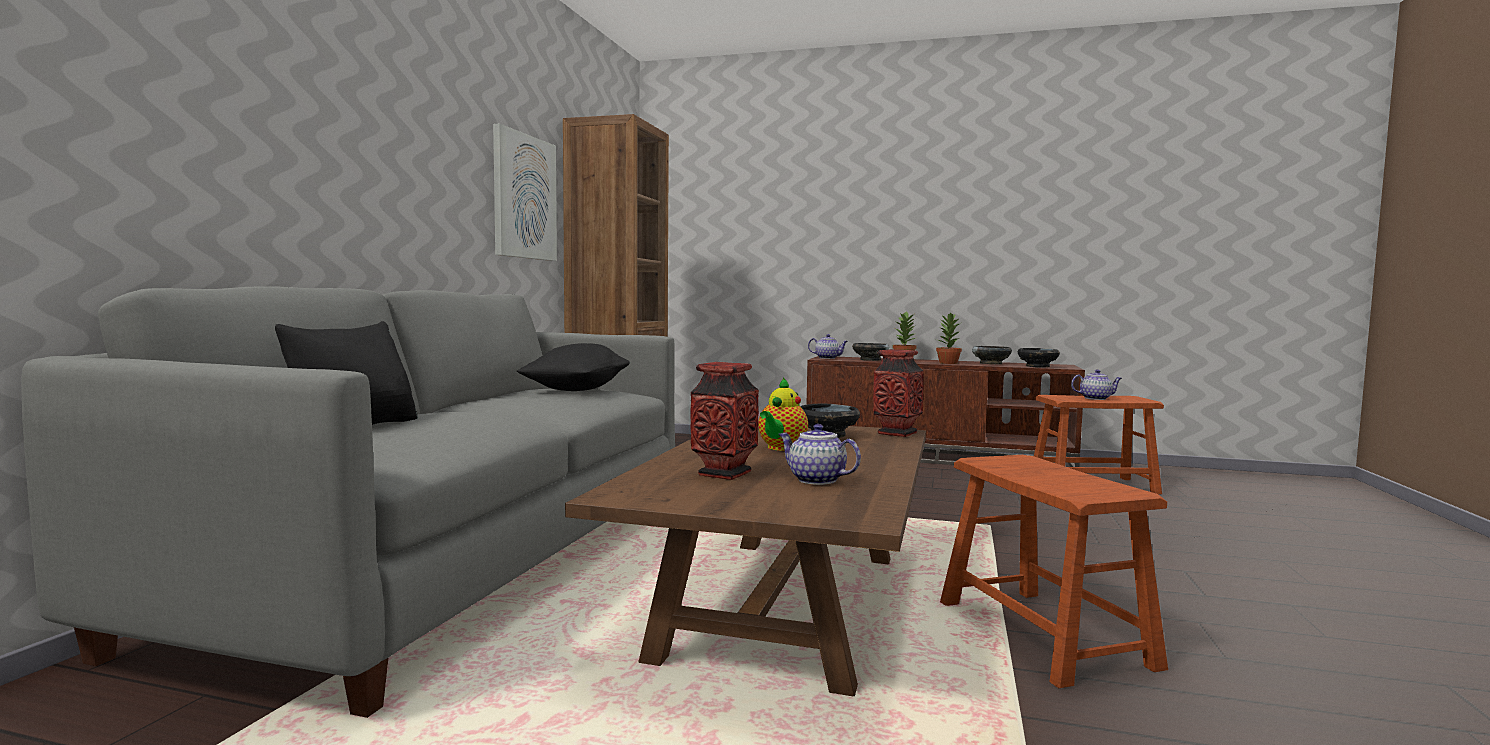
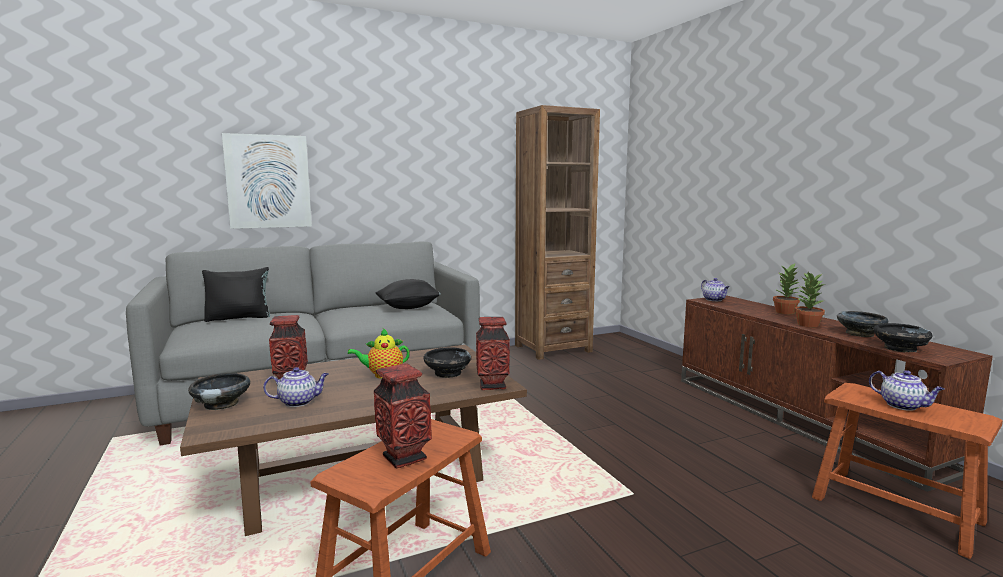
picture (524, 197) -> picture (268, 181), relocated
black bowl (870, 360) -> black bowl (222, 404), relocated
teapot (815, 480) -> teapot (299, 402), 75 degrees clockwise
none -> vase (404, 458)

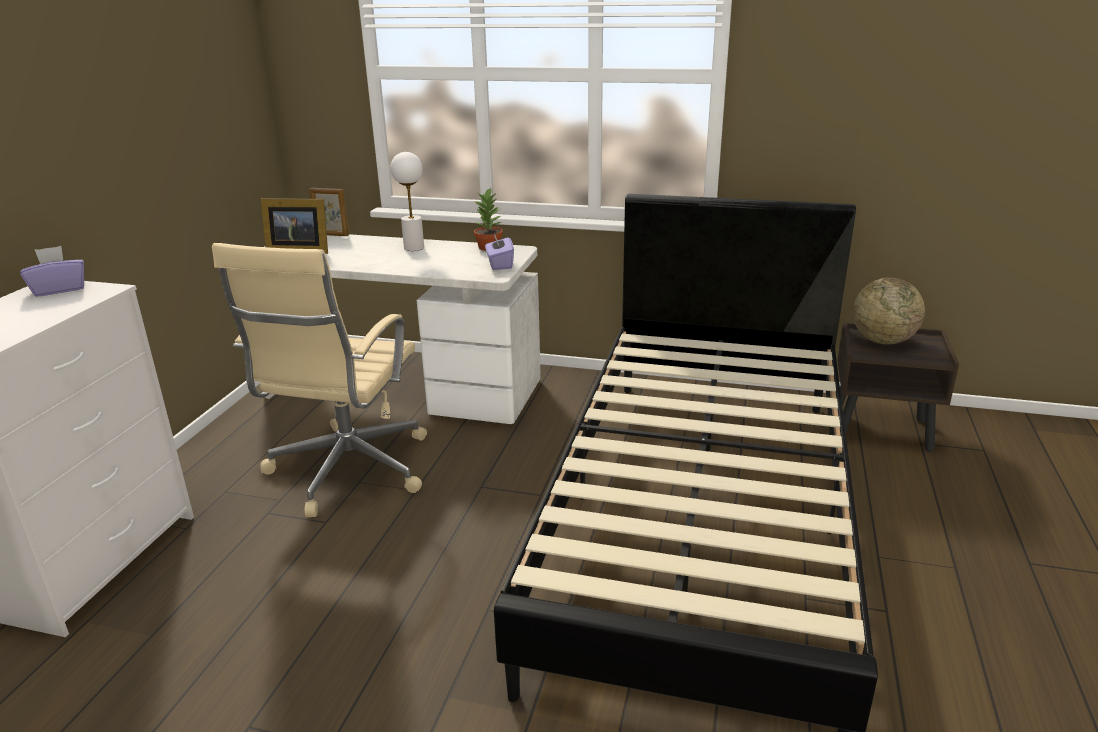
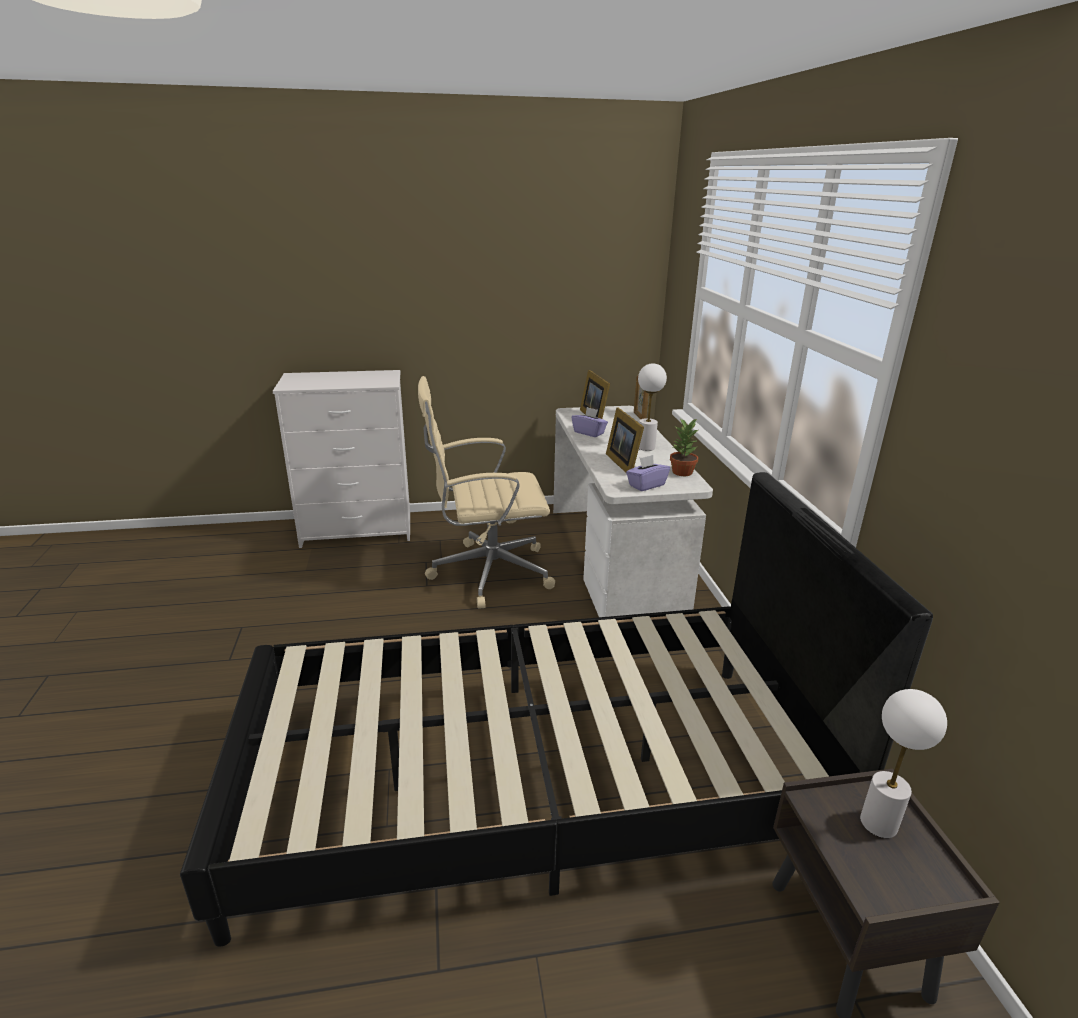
purple tissue box (59, 289) -> purple tissue box (589, 433), relocated
globe (882, 341) -> white table lamp (878, 822)
none -> picture frame (624, 463)

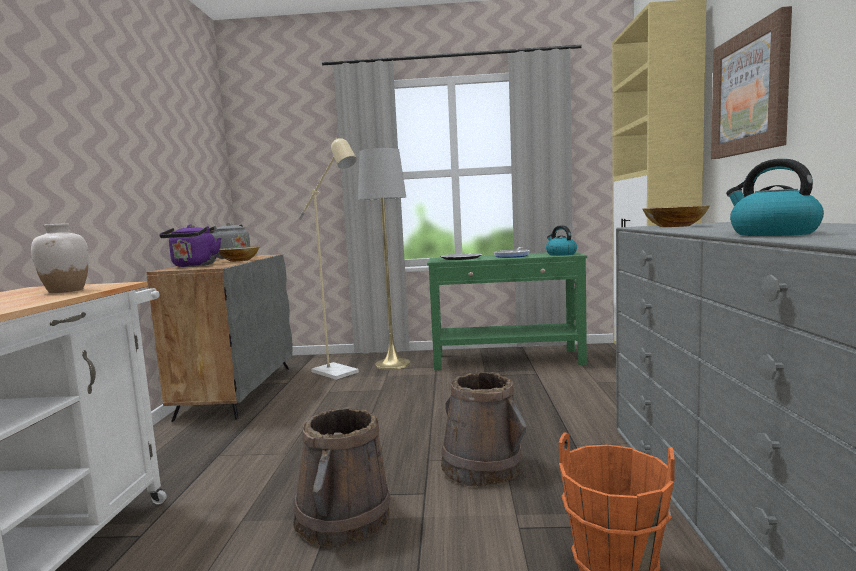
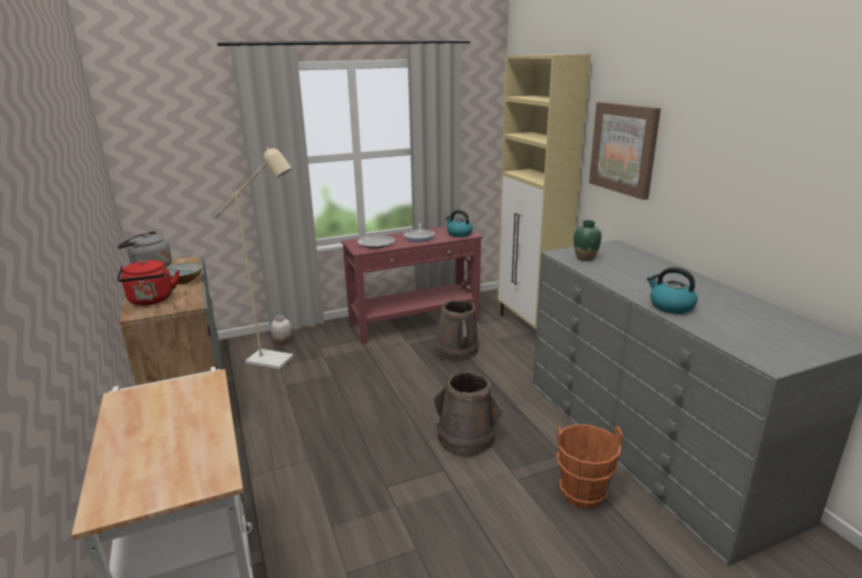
grey floor lamp (392, 364) -> none
bowl (674, 226) -> green vase (585, 258)
white vase (66, 291) -> white vase (283, 342), relocated
purple kettle (193, 266) -> red kettle (151, 300)
green console table (507, 360) -> red console table (415, 322)
brown bucket (343, 519) -> brown bucket (456, 350), relocated

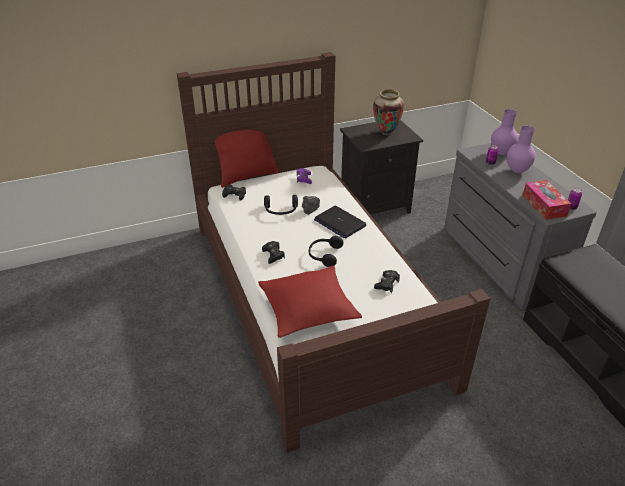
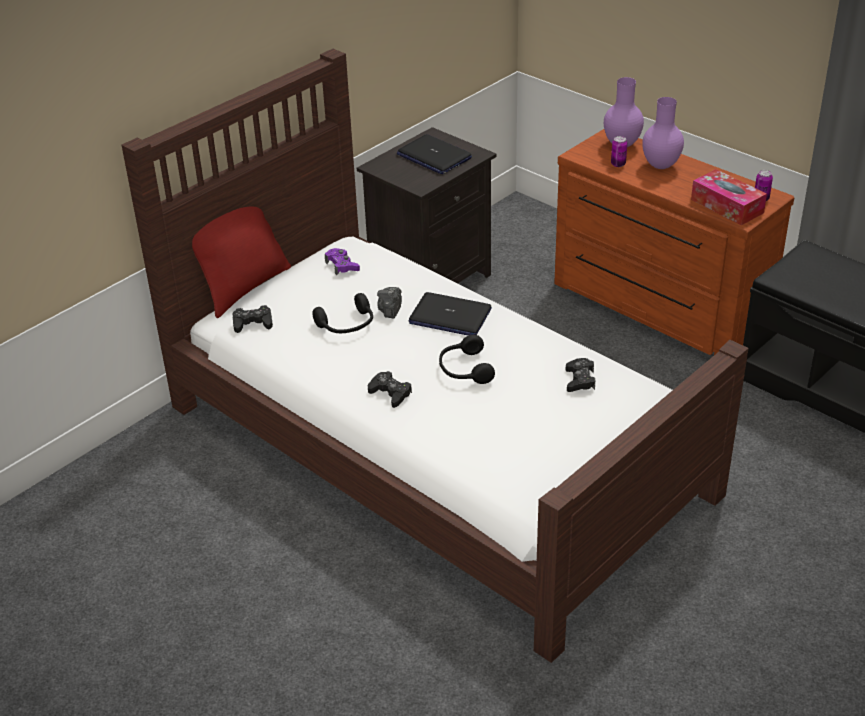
vase (386, 132) -> laptop (433, 156)
grey dresser (497, 260) -> brown dresser (656, 307)
red pillow (308, 308) -> none

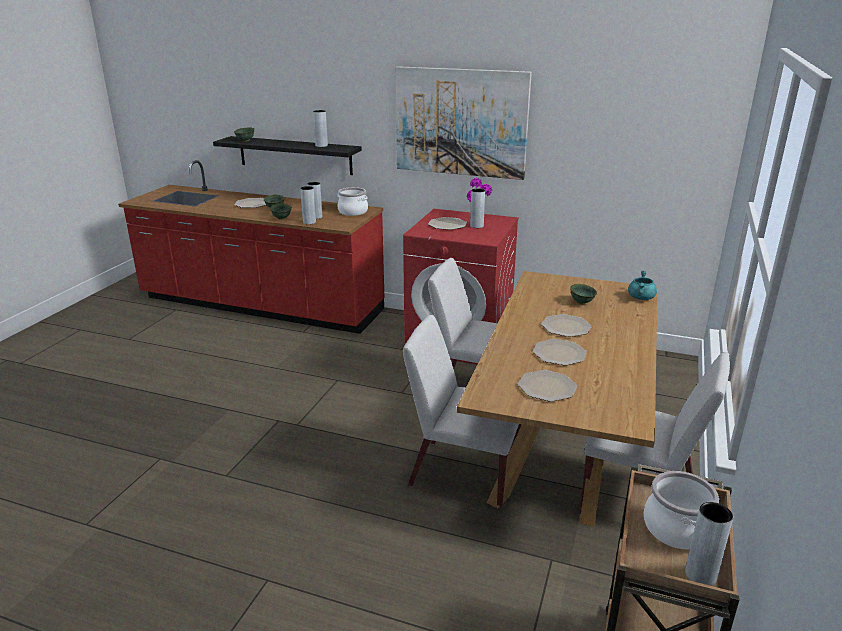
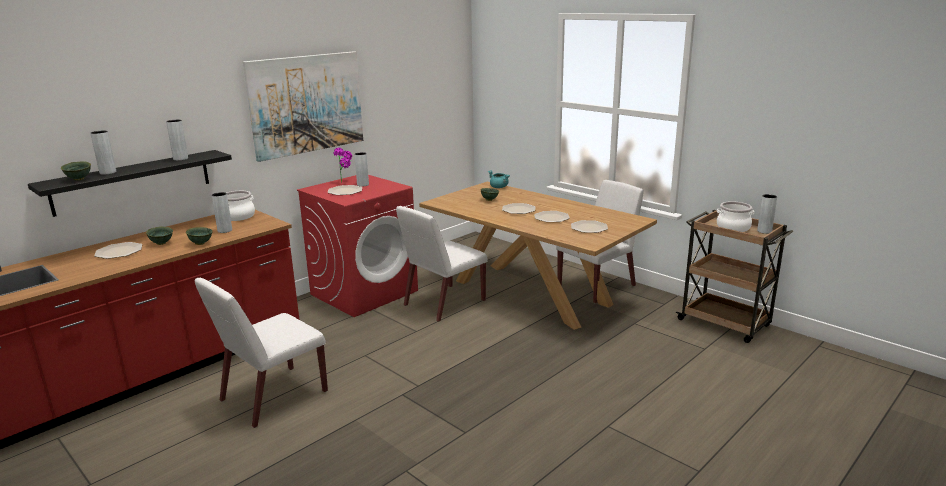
grey vase (309, 222) -> grey vase (108, 172), relocated
white chair (462, 472) -> white chair (272, 396), relocated

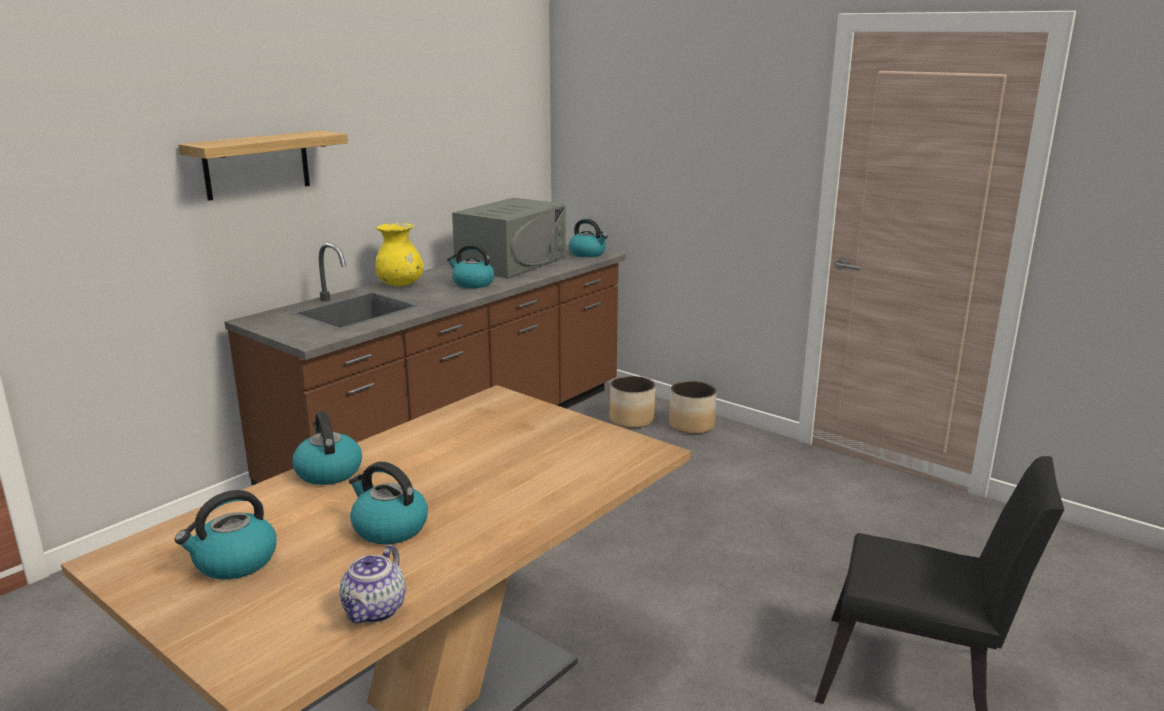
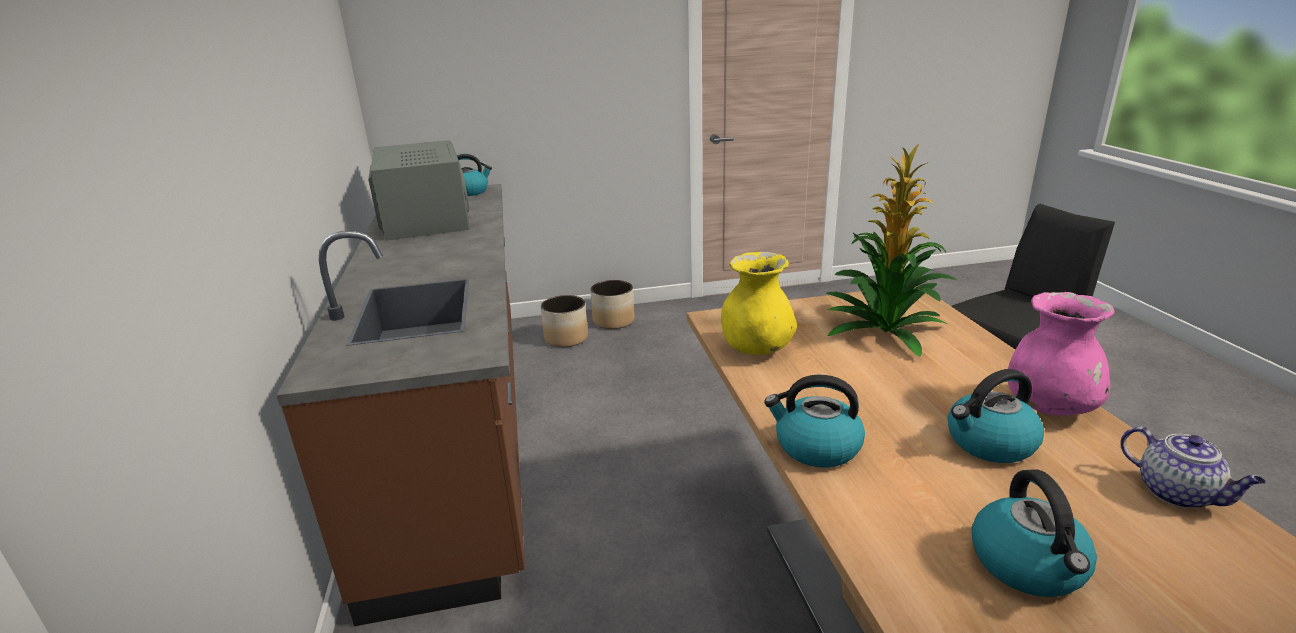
shelf (257, 165) -> none
yellow vase (400, 285) -> yellow vase (756, 349), relocated
kettle (472, 283) -> none
none -> potted plant (885, 329)
none -> pink vase (1049, 406)

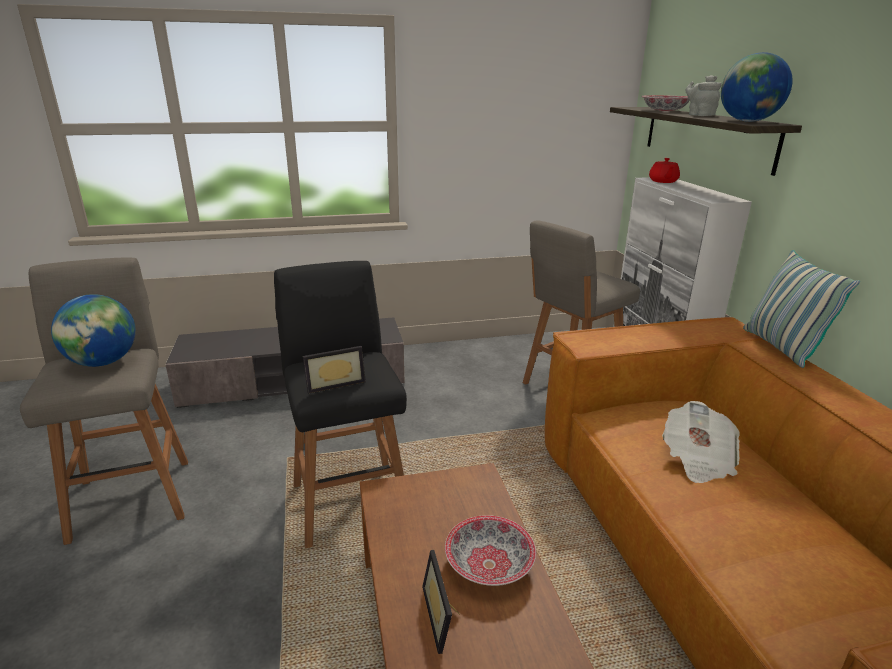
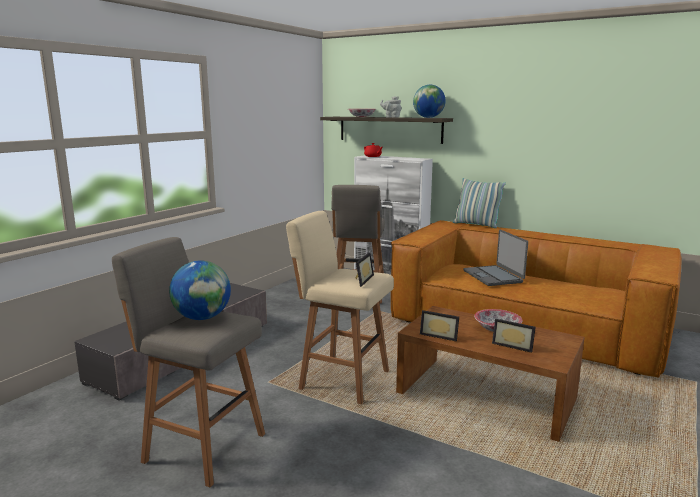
black stool (349, 499) -> beige stool (341, 379)
newspaper (697, 459) -> laptop (493, 276)
none -> picture frame (439, 335)

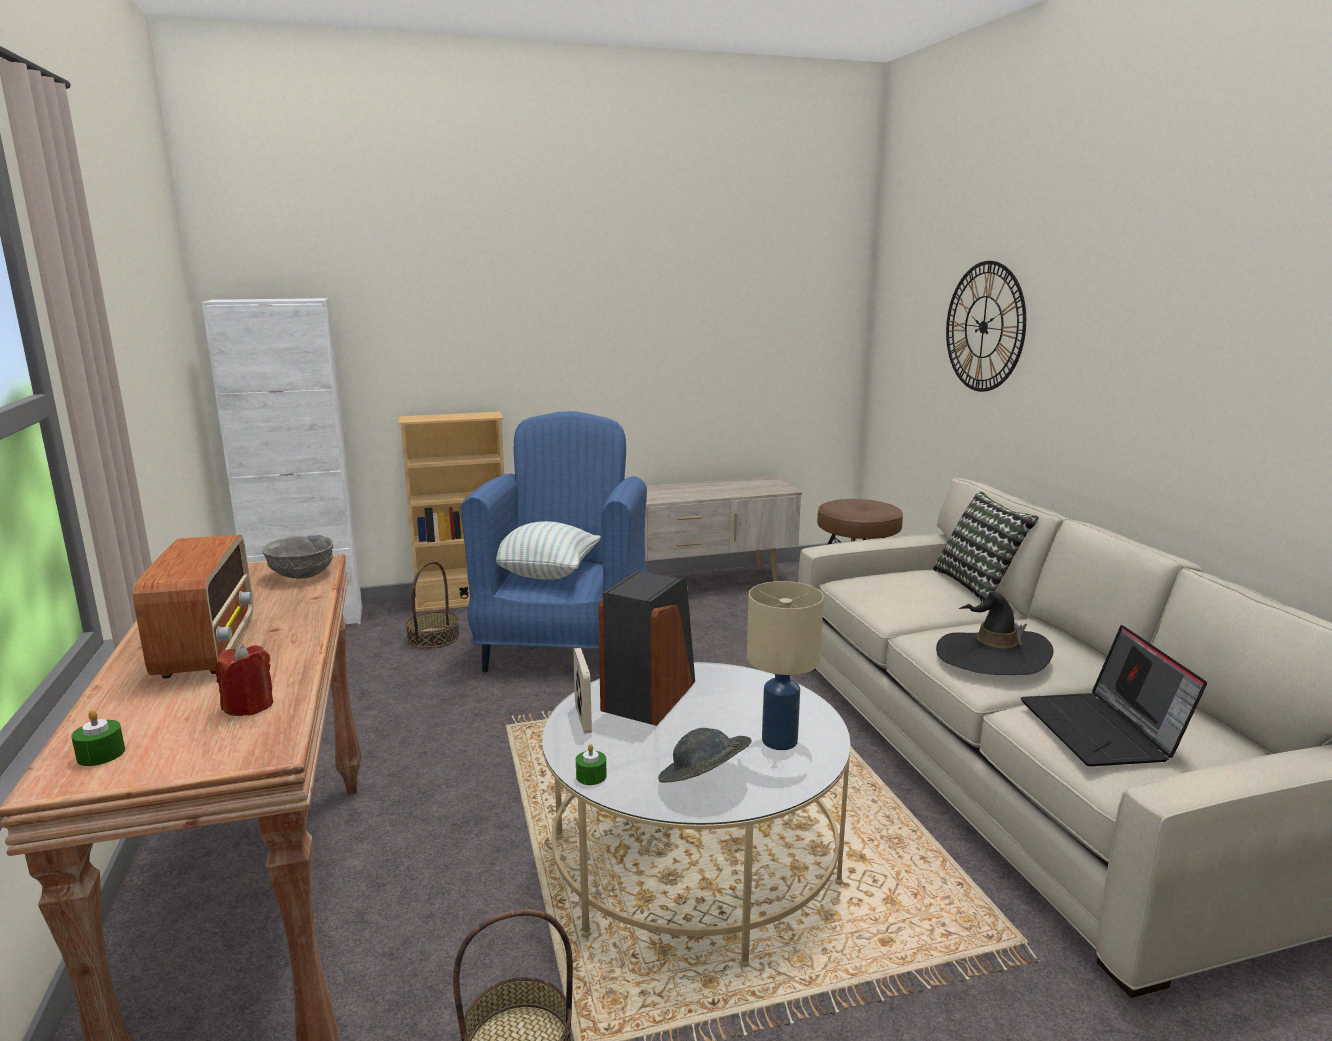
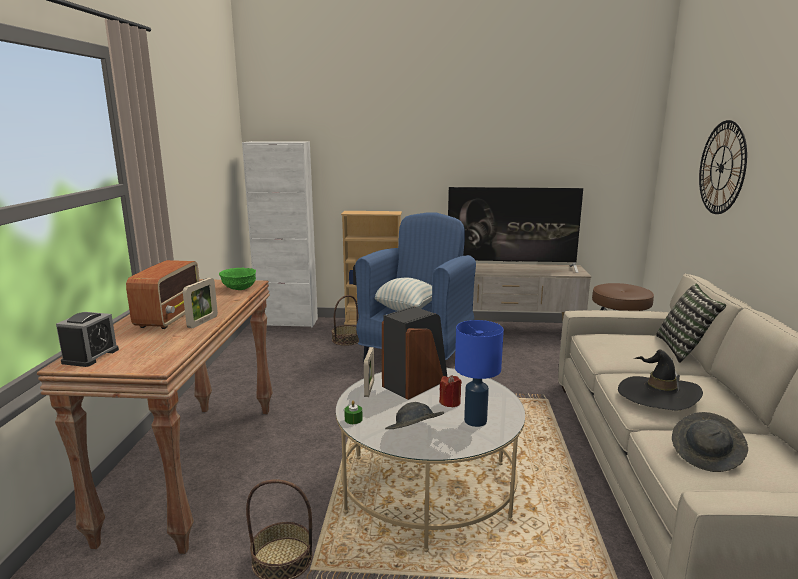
grey bowl (302, 574) -> green bowl (239, 288)
beige table lamp (778, 741) -> blue table lamp (474, 421)
laptop (1103, 731) -> grey hat (707, 455)
red candle (249, 706) -> red candle (450, 402), relocated
green candle (101, 754) -> alarm clock (90, 356)
none -> television (510, 268)
none -> picture frame (202, 322)

